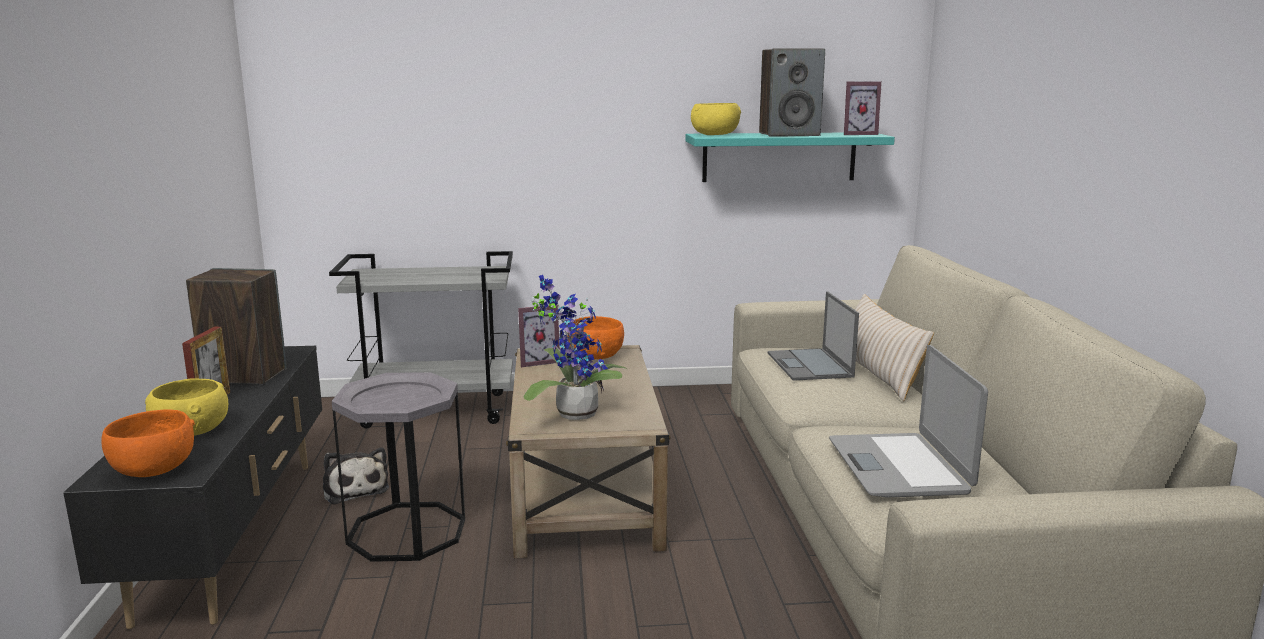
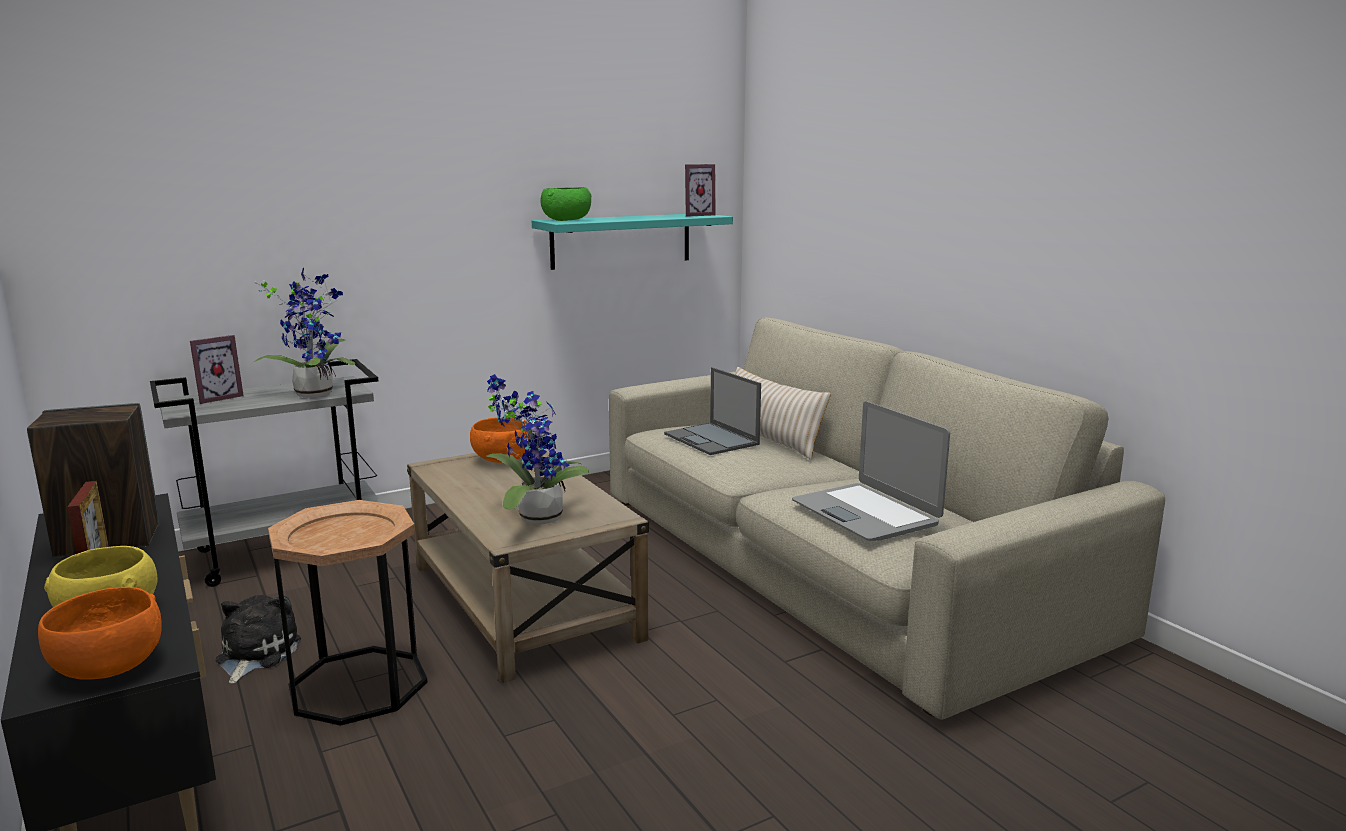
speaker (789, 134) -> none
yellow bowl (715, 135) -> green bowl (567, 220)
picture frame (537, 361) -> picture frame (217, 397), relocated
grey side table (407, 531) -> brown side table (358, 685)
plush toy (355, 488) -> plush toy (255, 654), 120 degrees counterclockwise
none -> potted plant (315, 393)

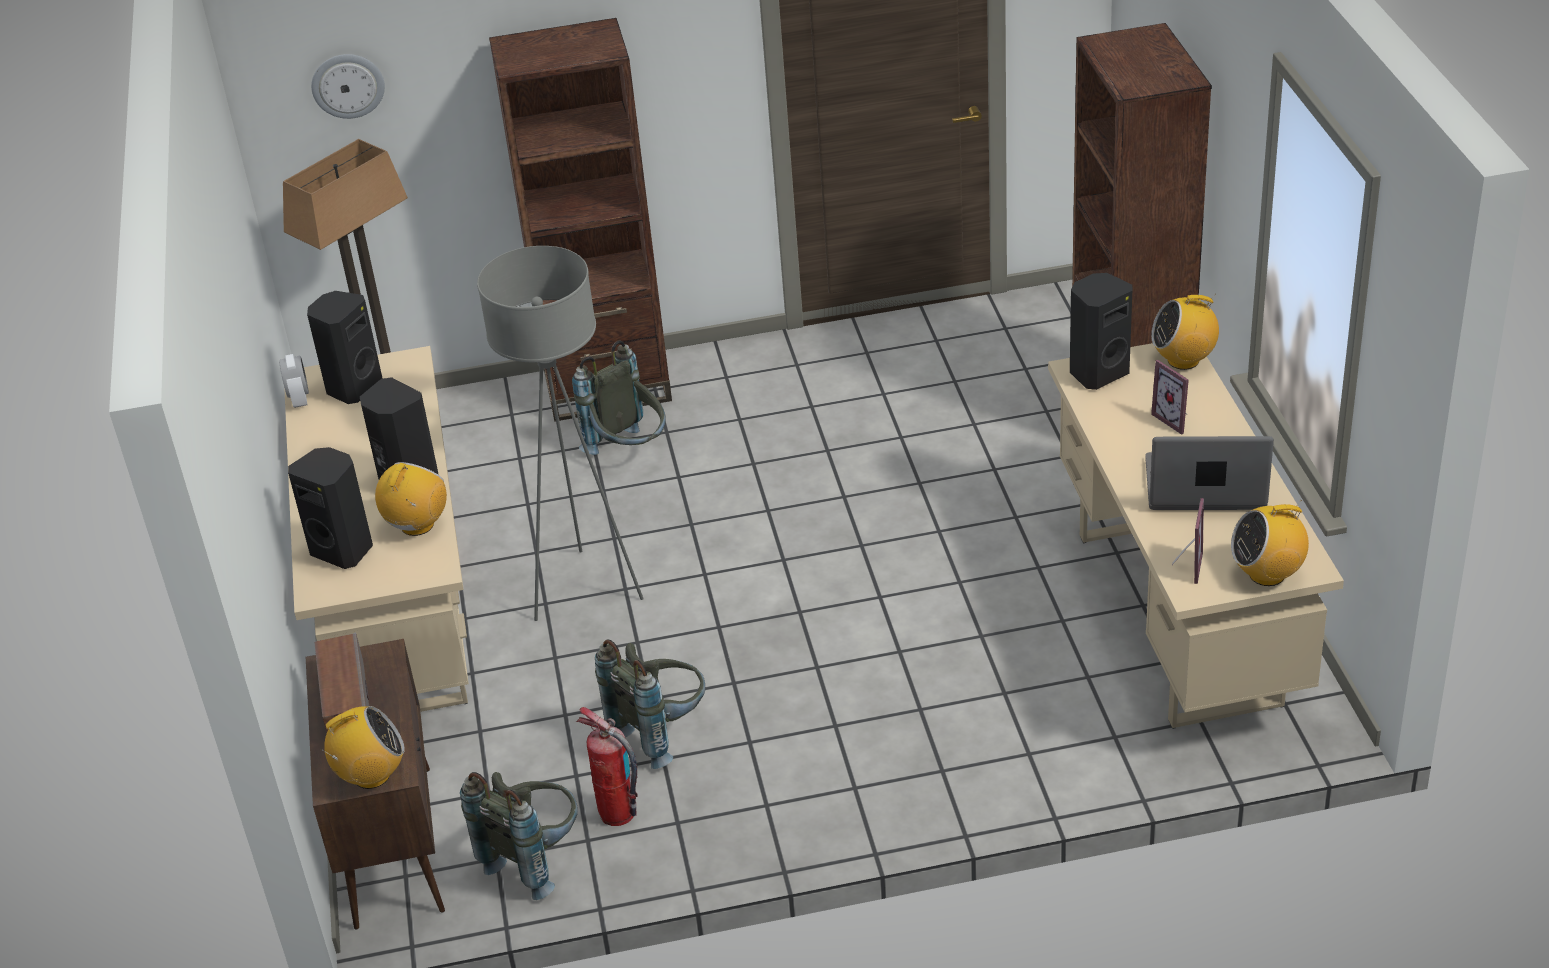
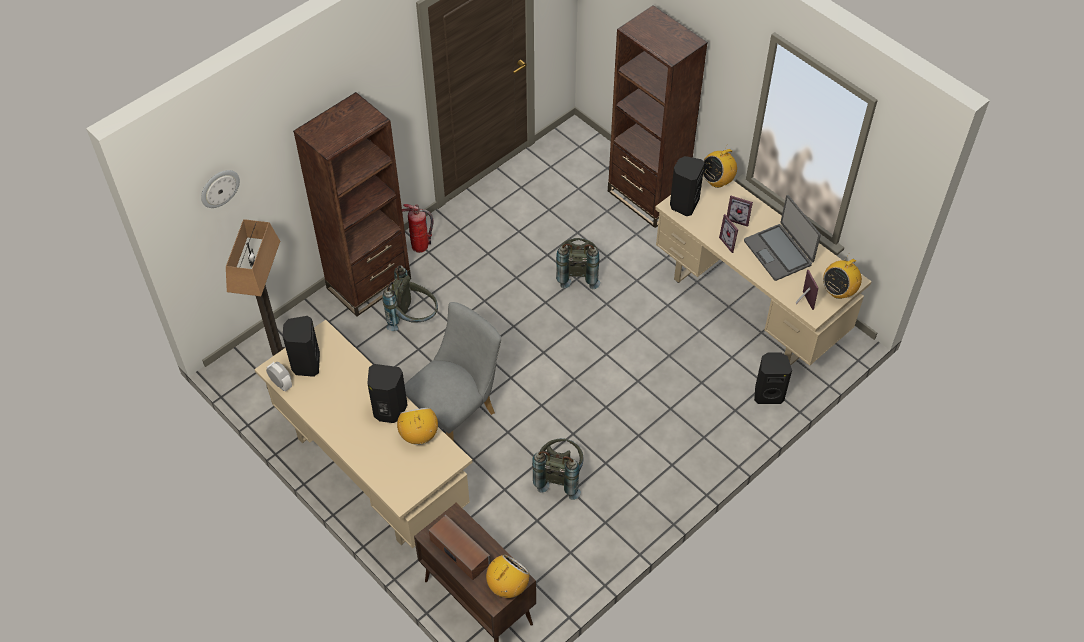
grey floor lamp (584, 590) -> grey chair (456, 413)
laptop (1205, 486) -> laptop (778, 252), 90 degrees counterclockwise
black speaker (344, 549) -> black speaker (768, 394), relocated
fire extinguisher (617, 814) -> fire extinguisher (420, 246), relocated
grey backpack (535, 858) -> grey backpack (577, 273), relocated
none -> picture frame (731, 242)

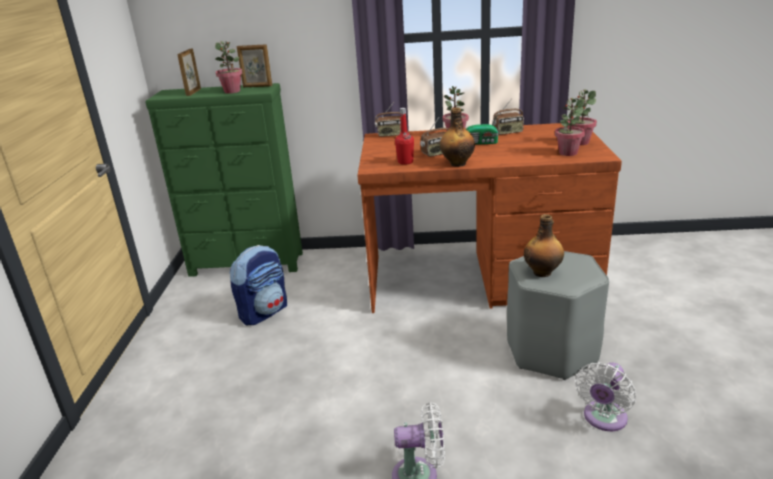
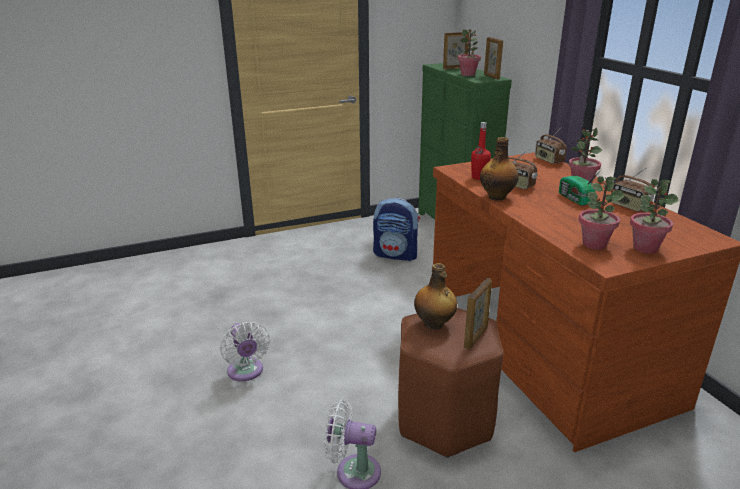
grey stool (551, 351) -> brown stool (444, 420)
none -> picture frame (476, 337)

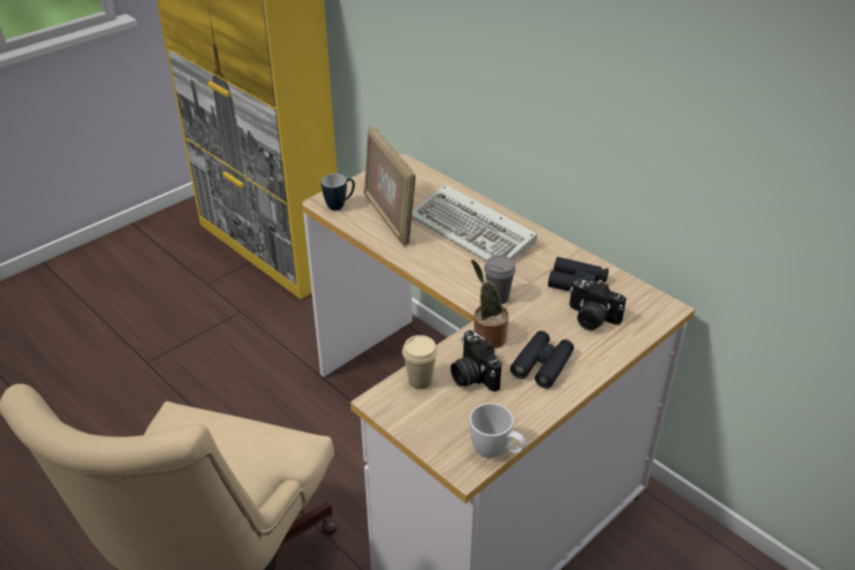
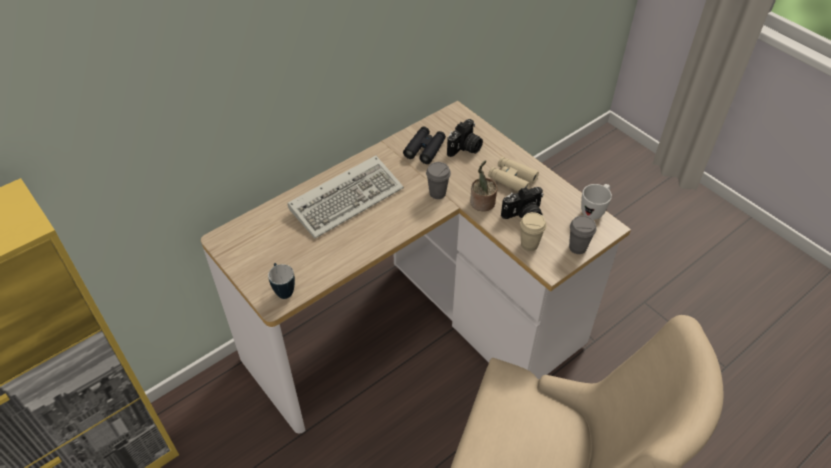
picture frame (389, 219) -> none
black binoculars (542, 364) -> beige binoculars (512, 179)
none -> grey cup (577, 247)

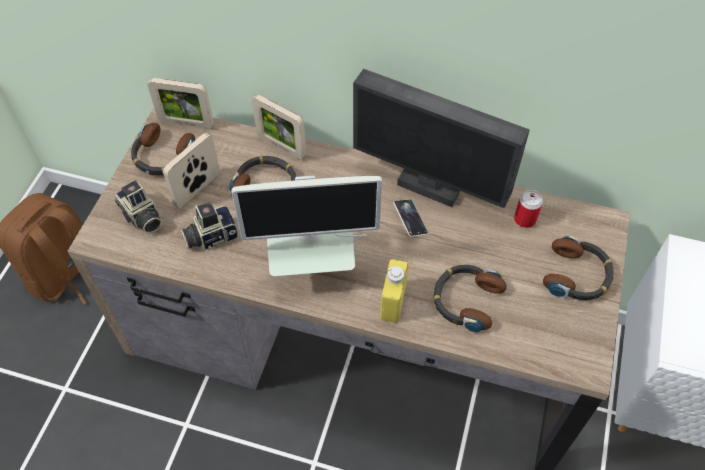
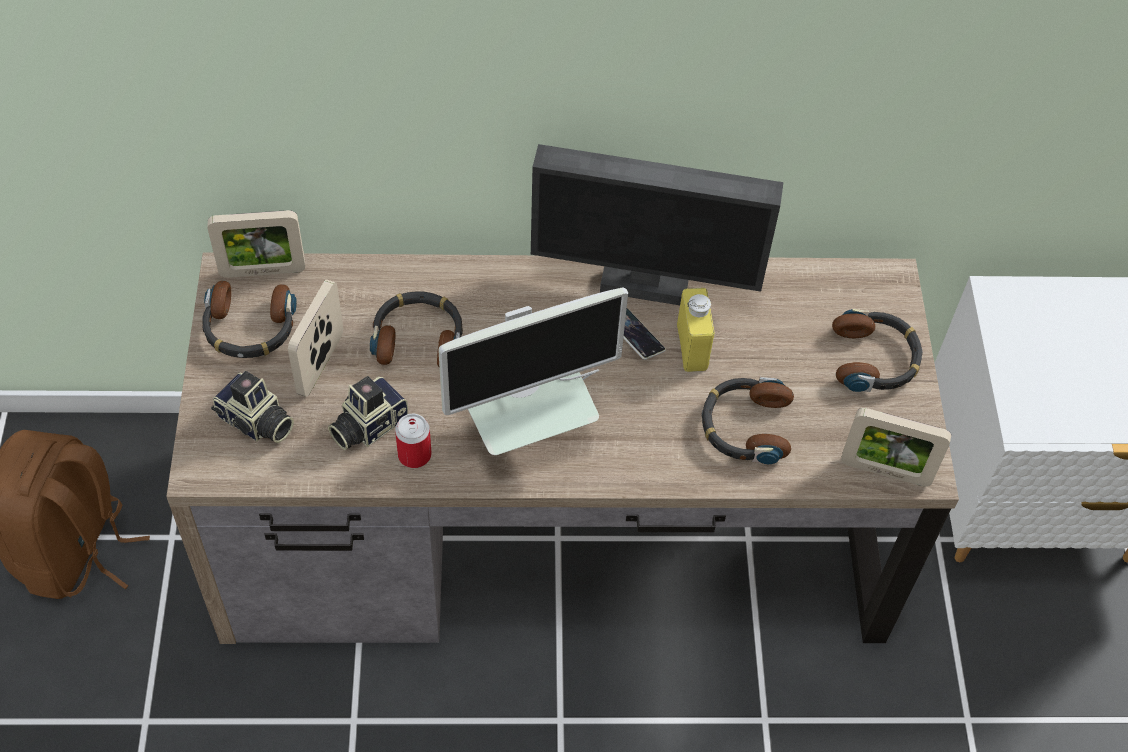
picture frame (281, 147) -> picture frame (885, 471), relocated
can (525, 219) -> can (414, 455), relocated
yellow bottle (393, 302) -> yellow bottle (692, 347), relocated

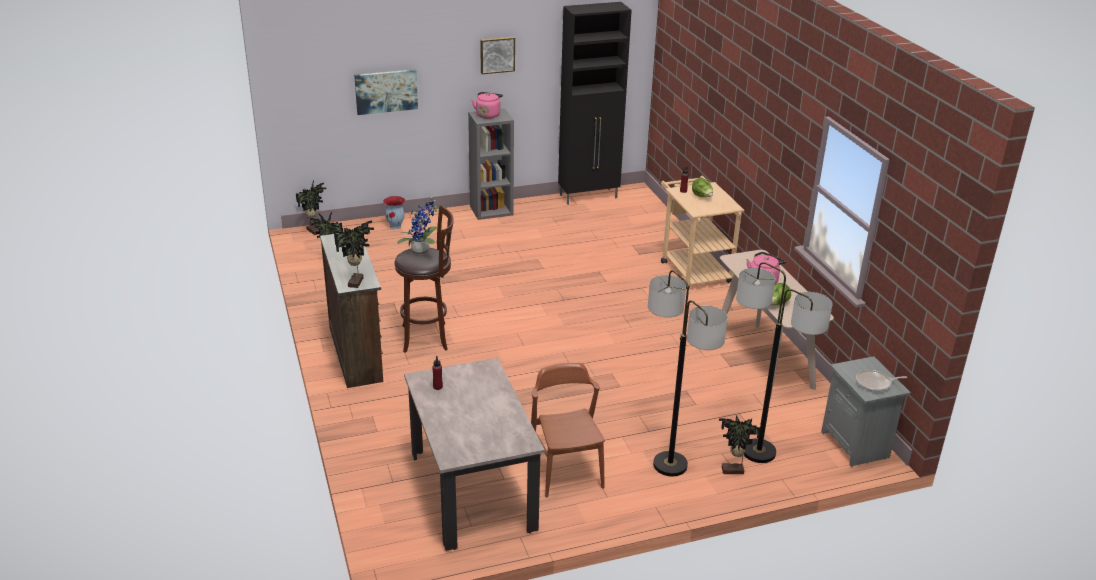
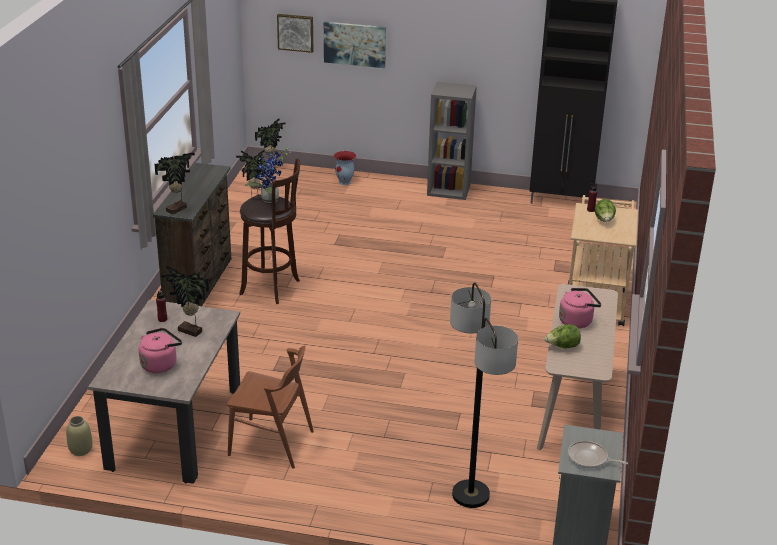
picture (497, 54) -> picture (295, 32), relocated
pink kettle (488, 115) -> pink kettle (160, 364), relocated
floor lamp (670, 465) -> none
brown chair (566, 470) -> brown chair (271, 443), 90 degrees clockwise
potted plant (733, 471) -> potted plant (189, 332), relocated
none -> beige vase (80, 450)

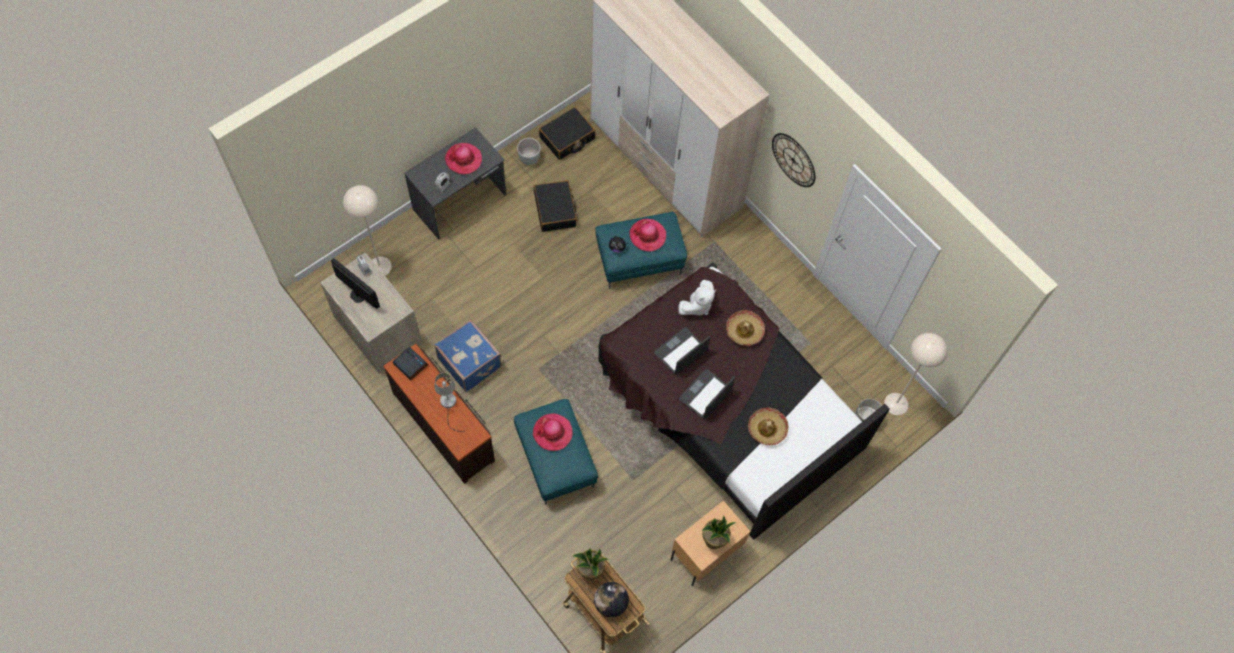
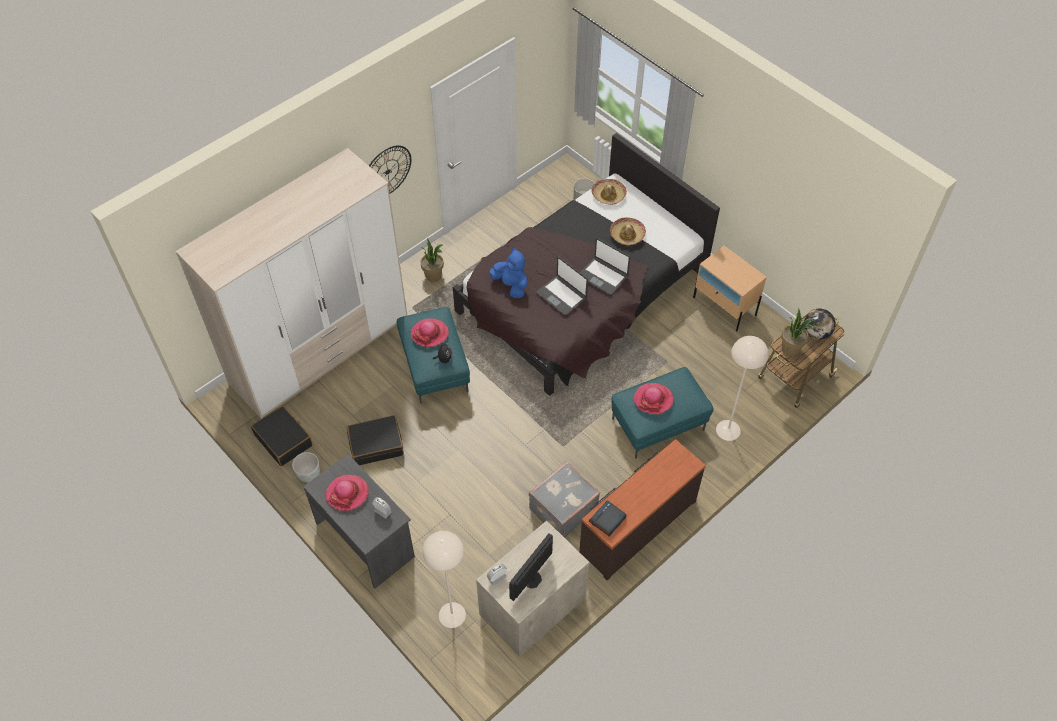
white plush toy (697, 305) -> blue plush toy (511, 285)
hat (744, 330) -> hat (608, 195), relocated
blue suitcase (470, 362) -> grey suitcase (562, 509)
beige floor lamp (896, 404) -> beige floor lamp (728, 430), relocated
grey table lamp (449, 405) -> none
potted plant (714, 540) -> potted plant (433, 275), relocated

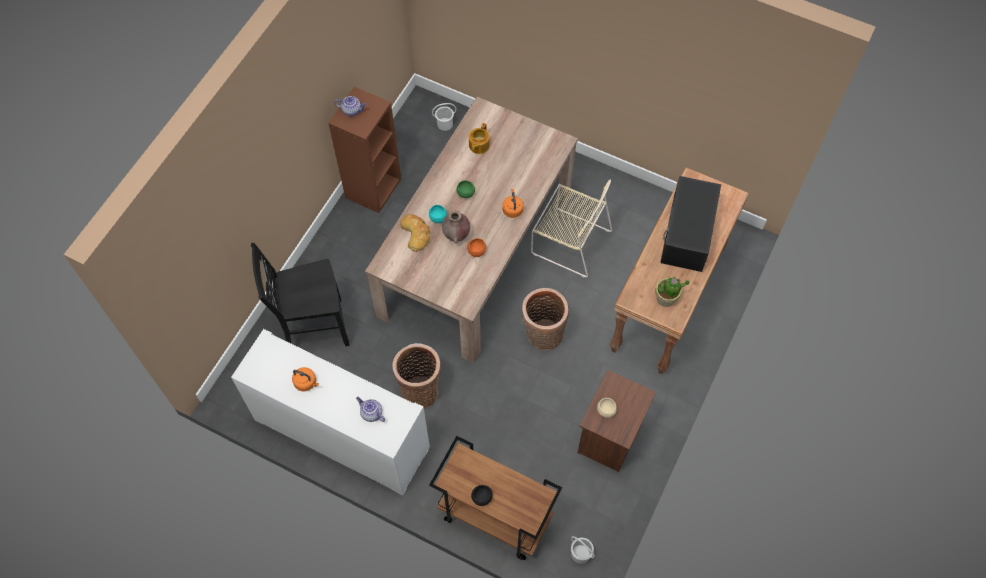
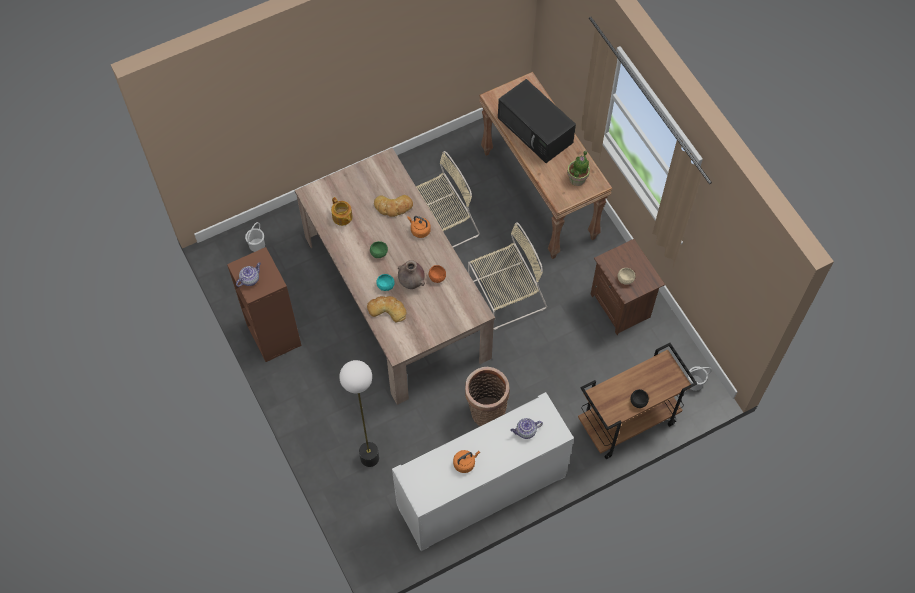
black chair (313, 327) -> floor lamp (369, 458)
basket (542, 335) -> beige chair (504, 296)
none -> bread (393, 207)

